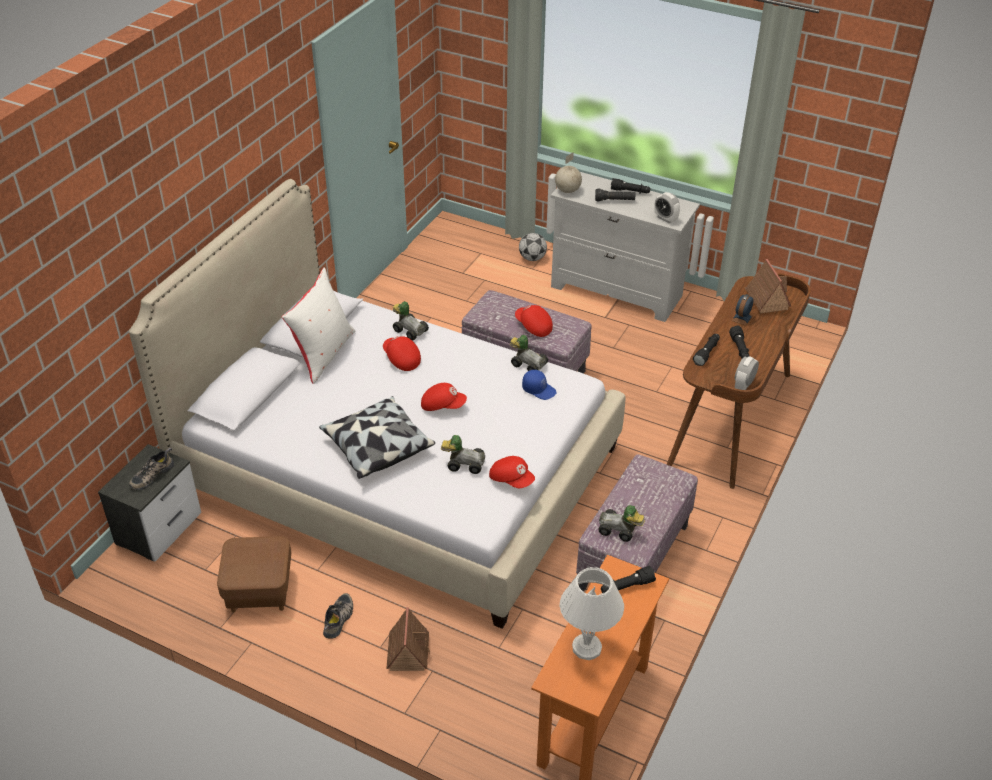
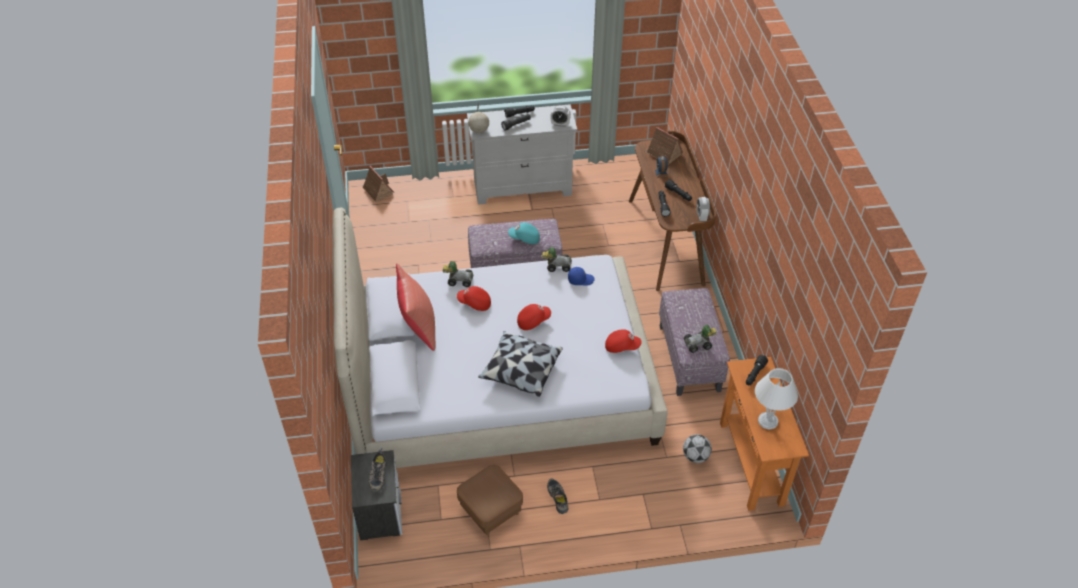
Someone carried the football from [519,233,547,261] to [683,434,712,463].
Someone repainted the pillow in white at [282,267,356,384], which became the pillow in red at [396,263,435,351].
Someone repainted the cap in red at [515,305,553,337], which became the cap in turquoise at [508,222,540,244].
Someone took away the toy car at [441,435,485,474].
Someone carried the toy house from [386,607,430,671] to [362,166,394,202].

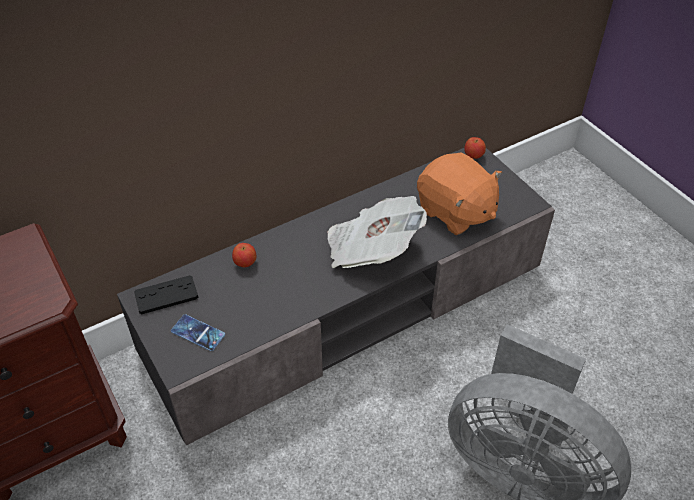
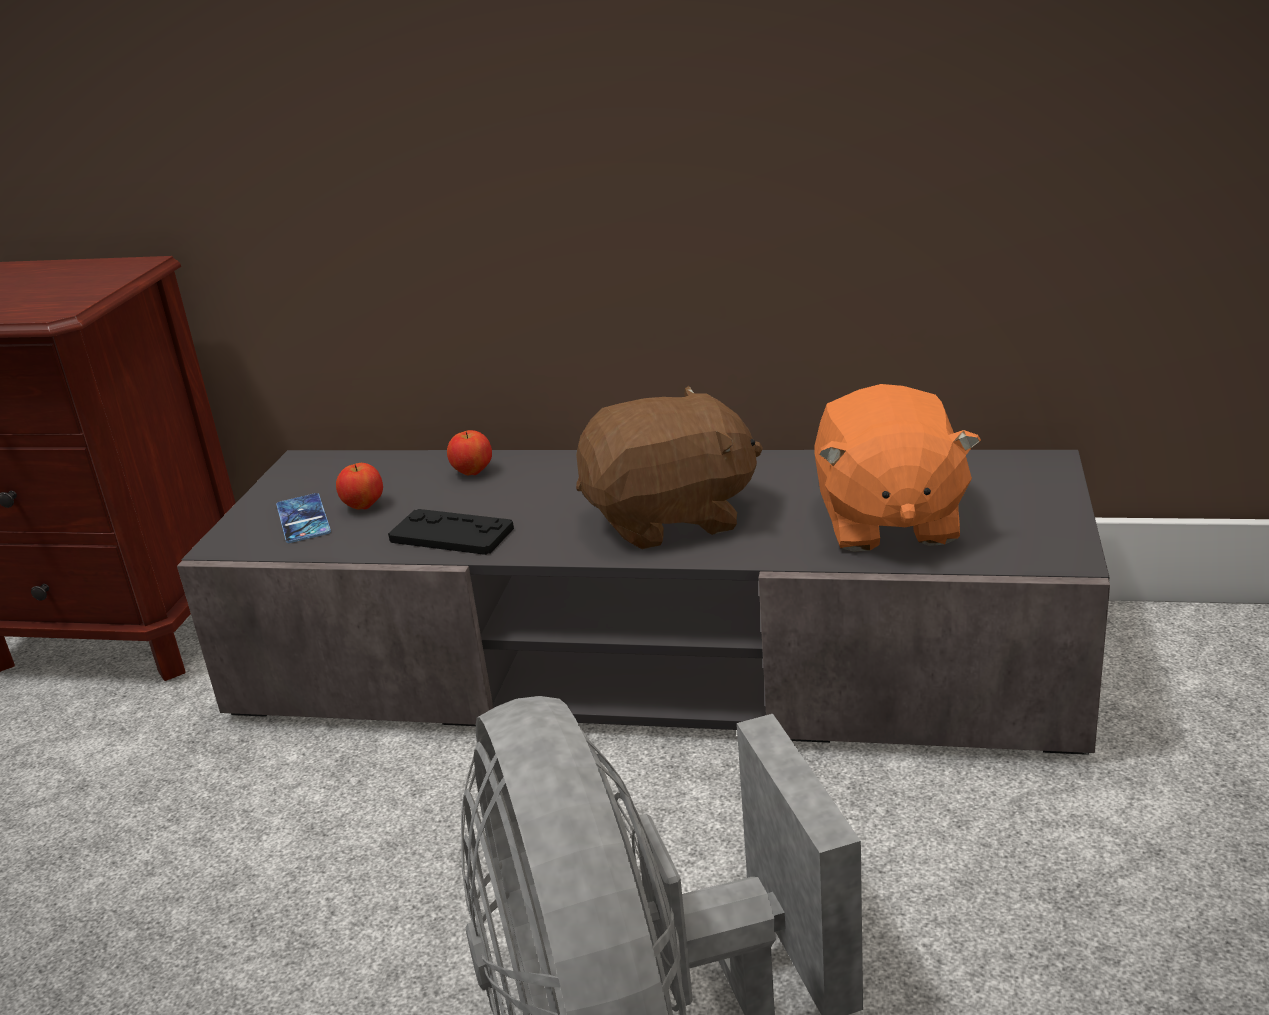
Someone carried the apple from [464,137,486,159] to [336,463,383,510].
Someone swapped the newspaper at [327,196,427,268] for the plush toy in brown at [576,386,763,549].
Someone carried the game controller in black from [134,275,199,315] to [388,509,514,555].

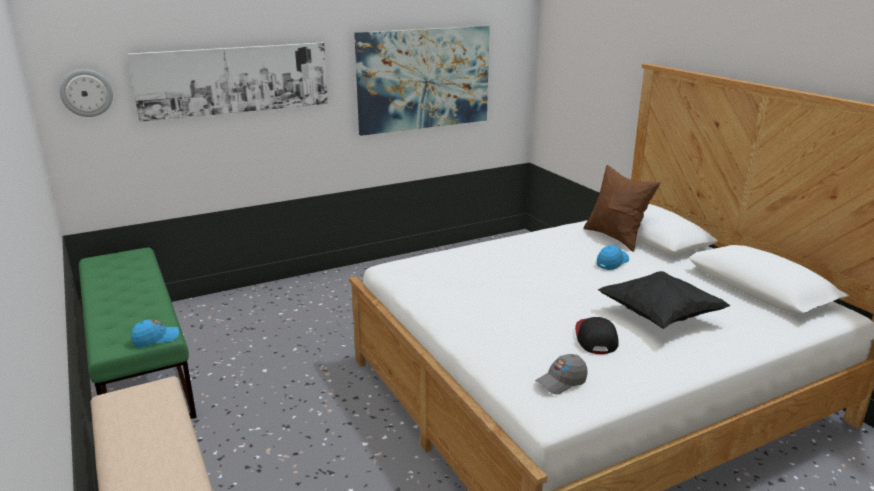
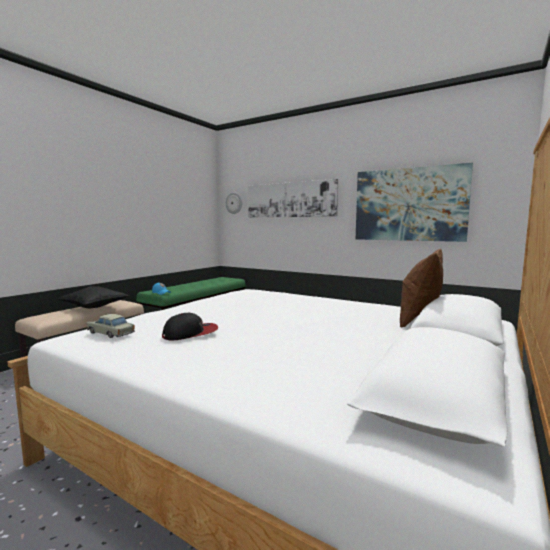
Someone took away the cap in blue at [597,245,629,270].
Someone carried the pillow in black from [598,271,731,329] to [58,286,129,309].
Someone swapped the cap in grey at [535,354,588,395] for the toy car in beige at [86,314,135,338].

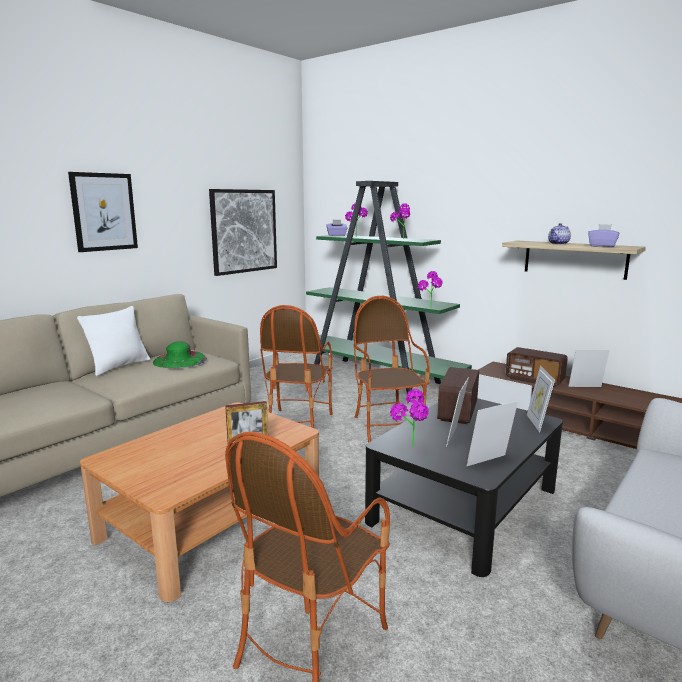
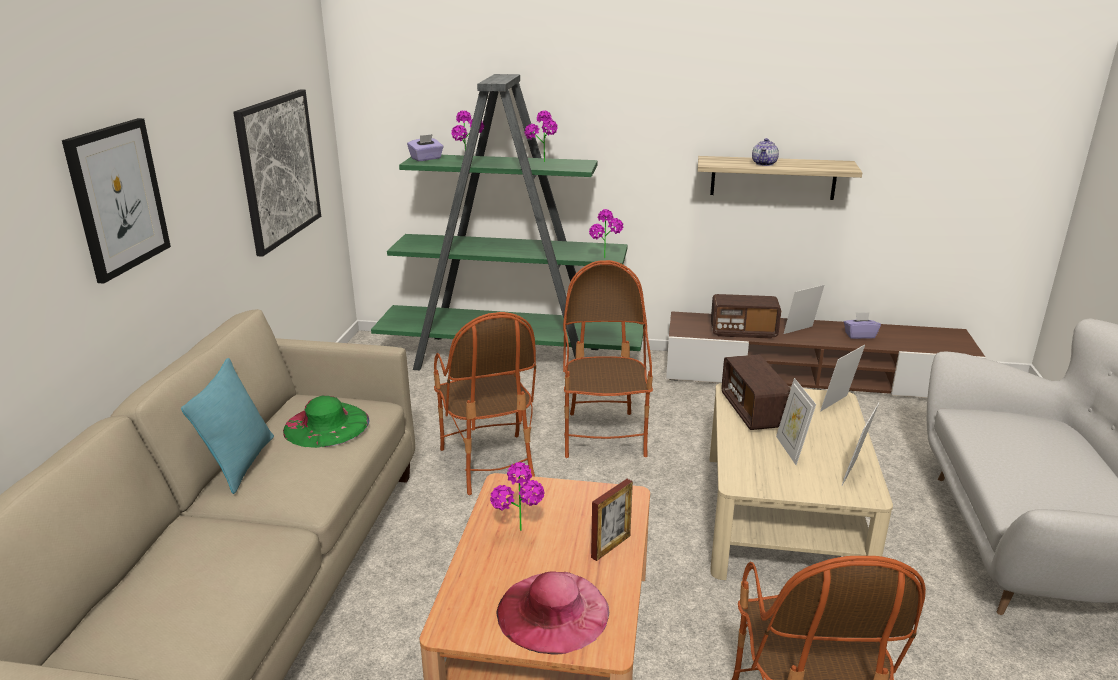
Someone carried the tissue box in purple from [588,224,619,247] to [844,312,881,339].
Someone rotated the armchair at [354,296,430,443] by 45 degrees clockwise.
Someone repainted the pillow in white at [77,306,150,376], which became the pillow in turquoise at [181,358,274,494].
Someone rotated the picture frame at [527,366,555,432] by 75 degrees clockwise.
Someone carried the potted plant from [390,389,429,446] to [490,462,544,531].
Someone repainted the coffee table in black at [365,398,563,577], which became the coffee table in beige at [710,383,893,580].
Someone put down the hat in pink at [497,571,609,654].

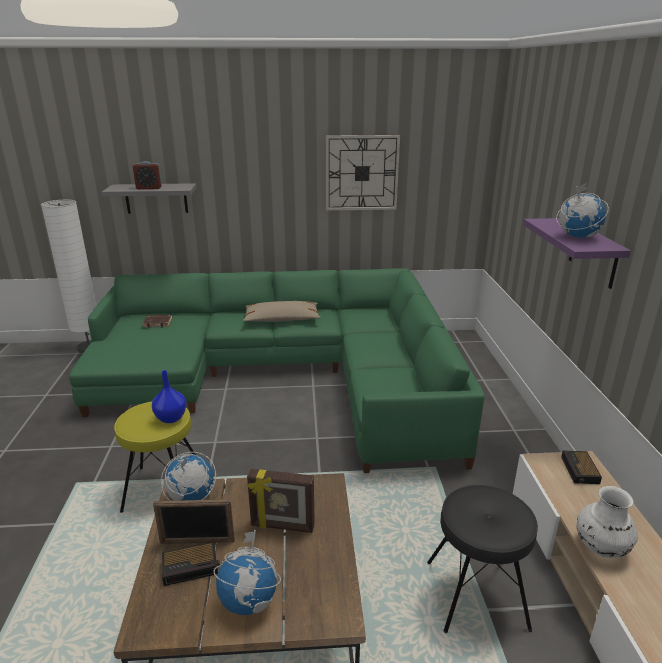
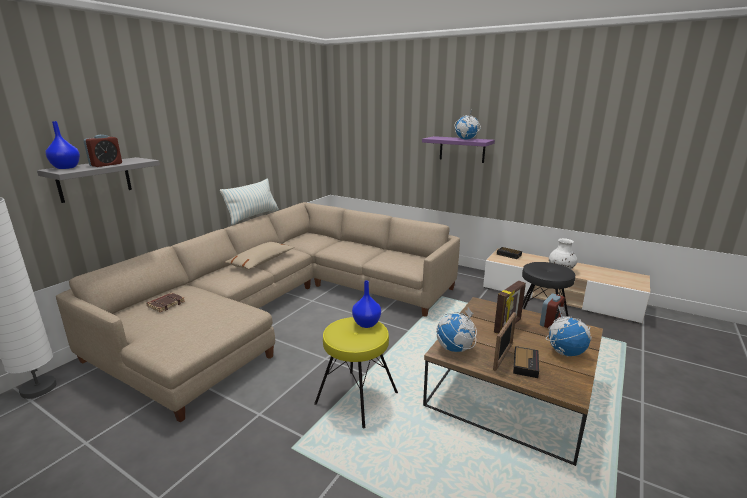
Someone took away the wall clock at [326,135,400,211].
Someone repainted the sofa in green at [69,268,485,473], which became the sofa in beige at [56,202,460,423].
Someone put down the vase in blue at [46,121,80,169].
Someone put down the pillow at [220,178,279,225].
Someone put down the alarm clock at [540,293,565,329].

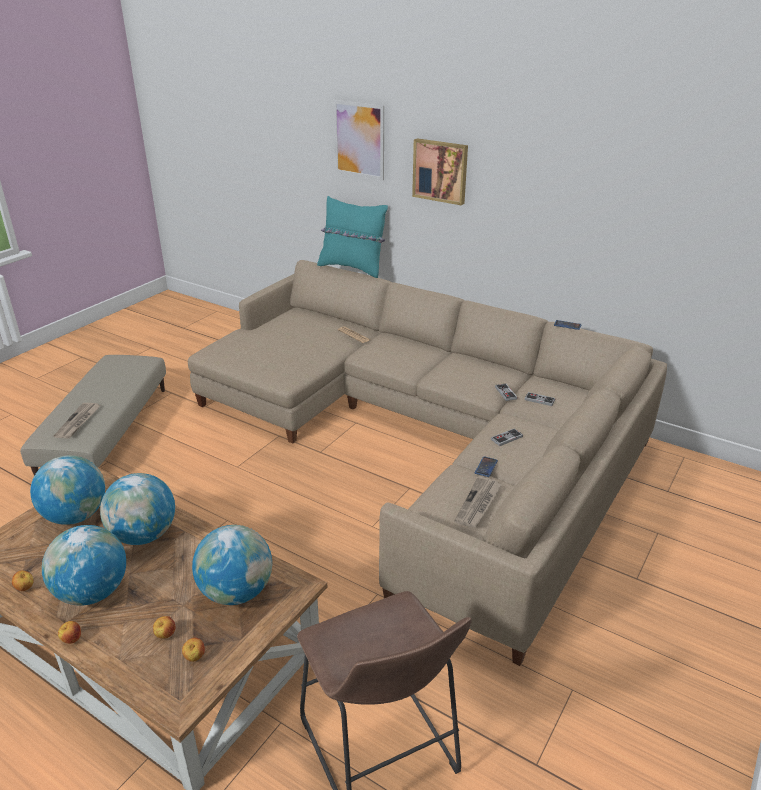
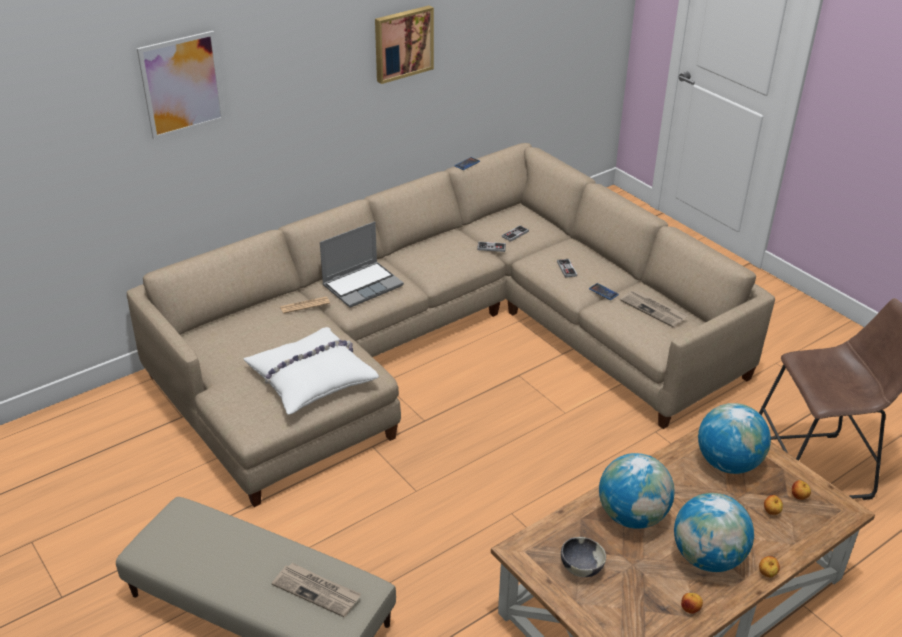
Someone carried the picture from [412,138,468,205] to [375,6,434,84].
Someone took away the pillow in turquoise at [317,196,388,278].
Someone swapped the globe at [30,455,105,525] for the bowl at [561,537,606,577].
Someone put down the laptop at [320,221,404,308].
Someone put down the pillow in white at [243,327,379,415].

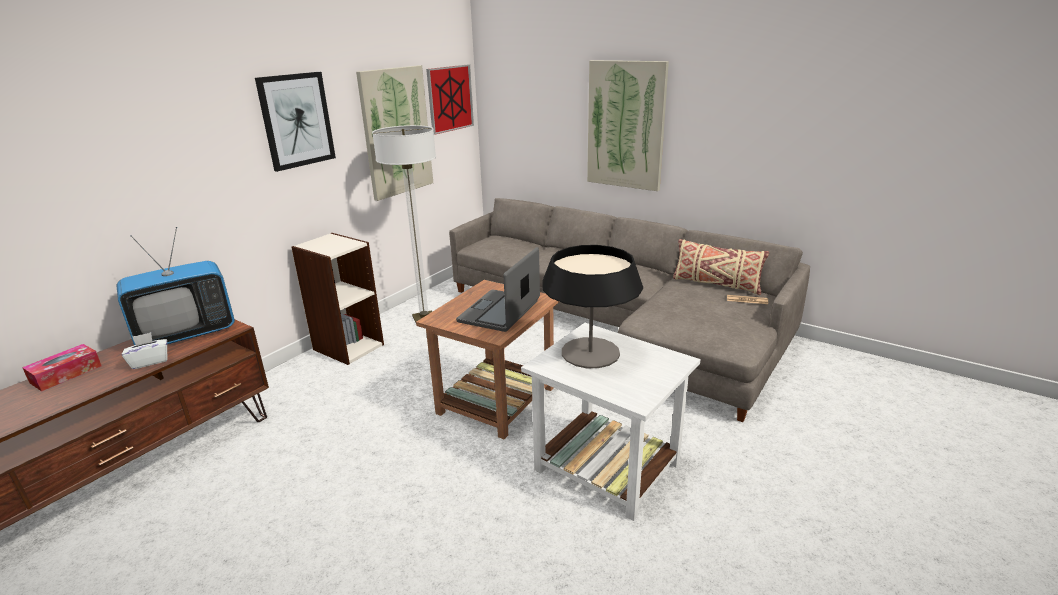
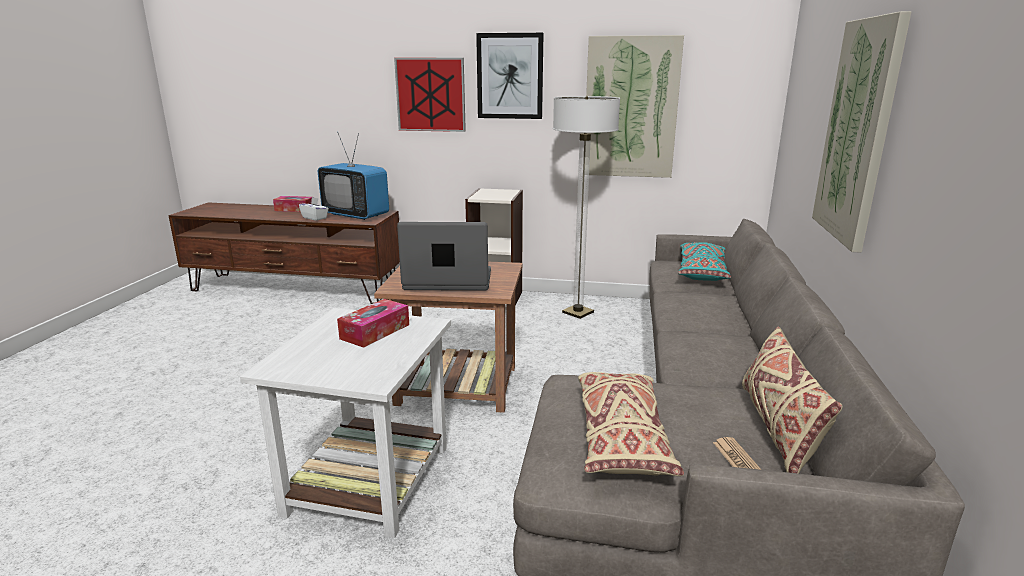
Someone carried the picture from [426,65,474,135] to [394,58,466,132].
Someone swapped the table lamp at [542,245,643,368] for the tissue box at [337,299,409,348].
Someone put down the pillow in turquoise at [678,242,731,281].
Someone put down the pillow in beige at [578,372,684,476].

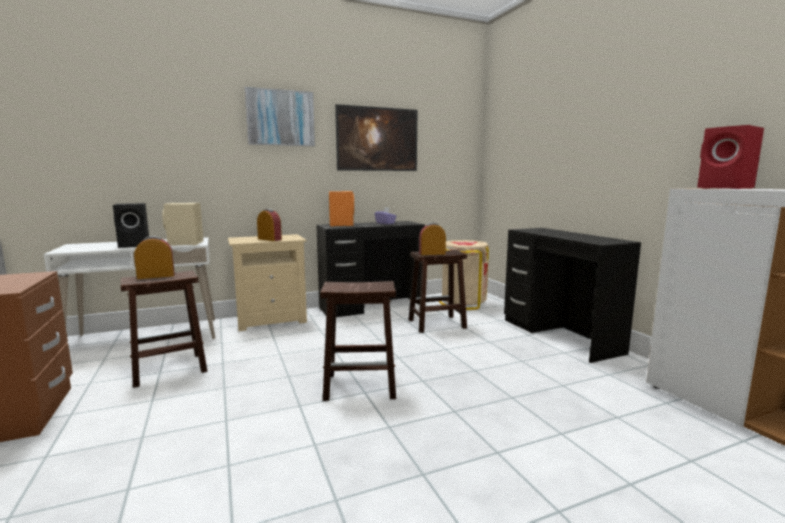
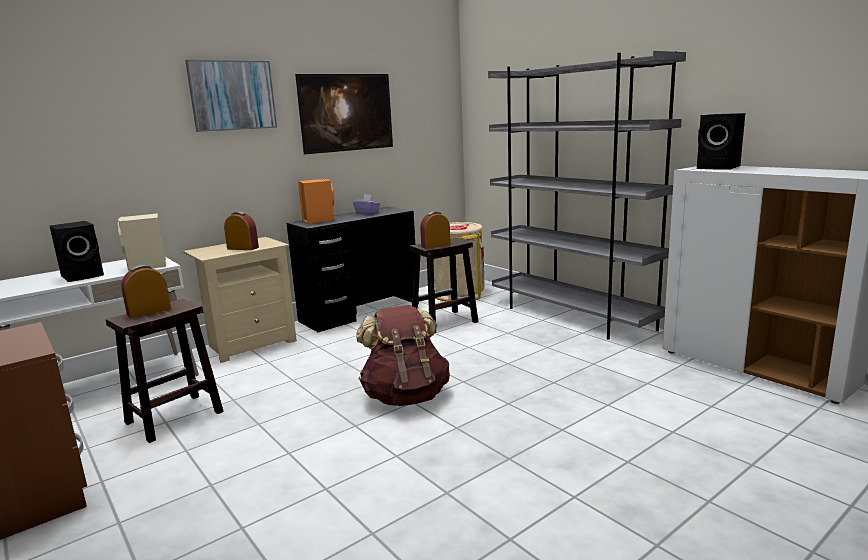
Someone repainted the speaker in red at [697,125,764,189], which became the speaker in black at [697,113,745,170].
Someone swapped the desk in black at [504,228,641,363] for the bookcase in grey at [488,51,686,339].
Someone swapped the stool in brown at [320,281,396,401] for the backpack in brown at [356,305,450,406].

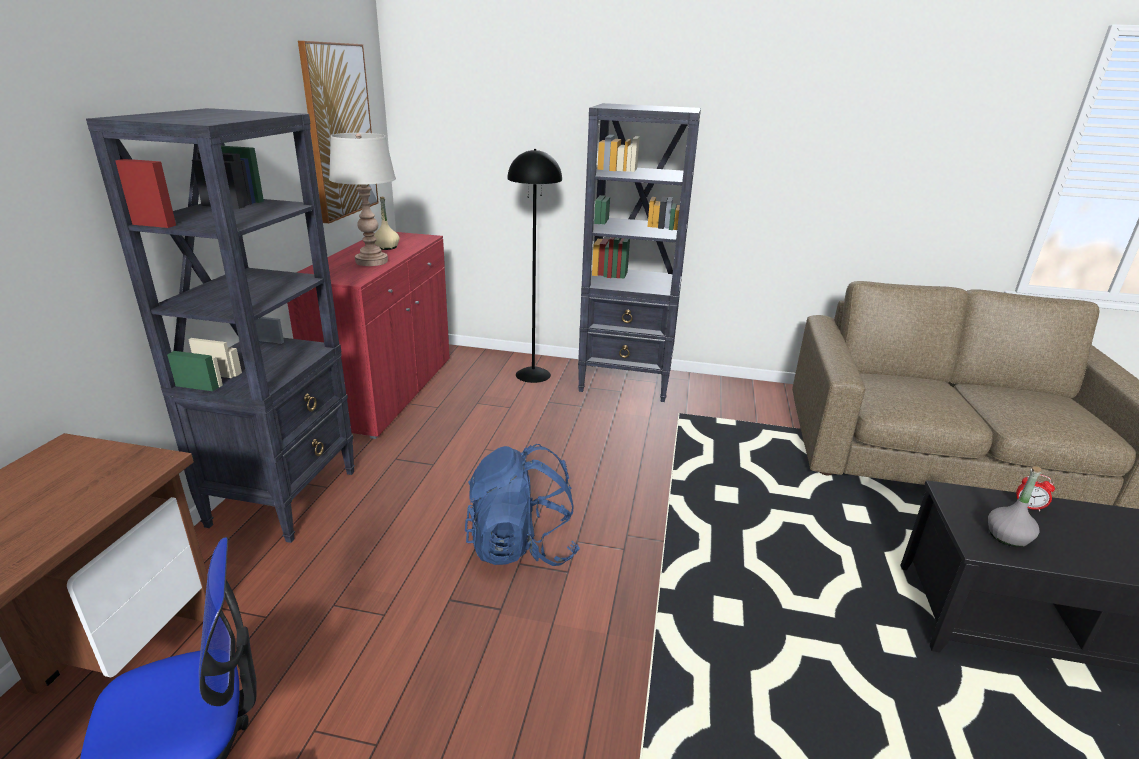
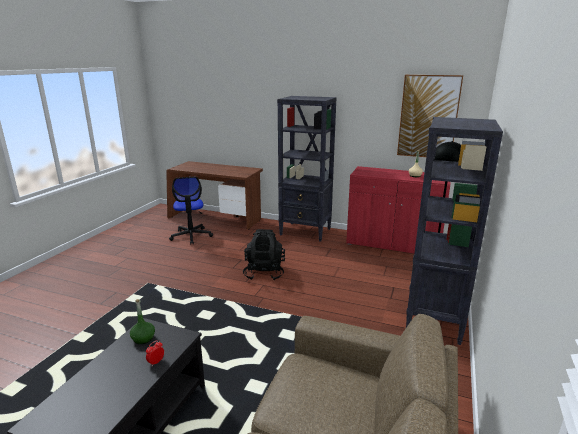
Someone took away the table lamp in grey at [329,133,396,266].
Someone repainted the backpack in blue at [465,444,580,566], which became the backpack in black at [243,229,285,281].
Someone repainted the bottle in grey at [988,467,1041,547], which became the bottle in green at [130,299,155,344].

